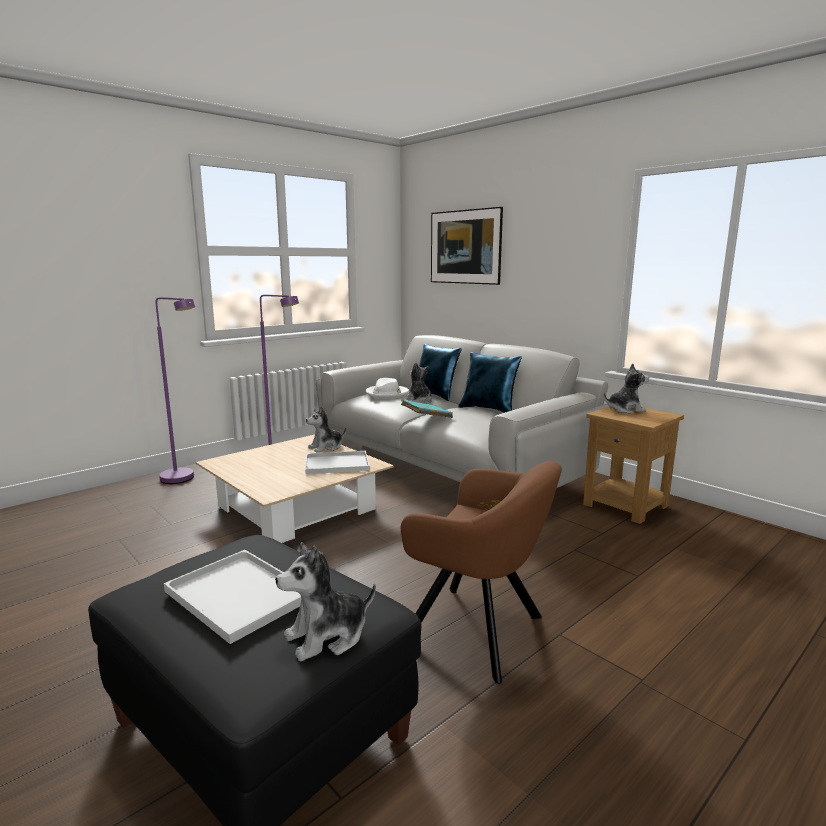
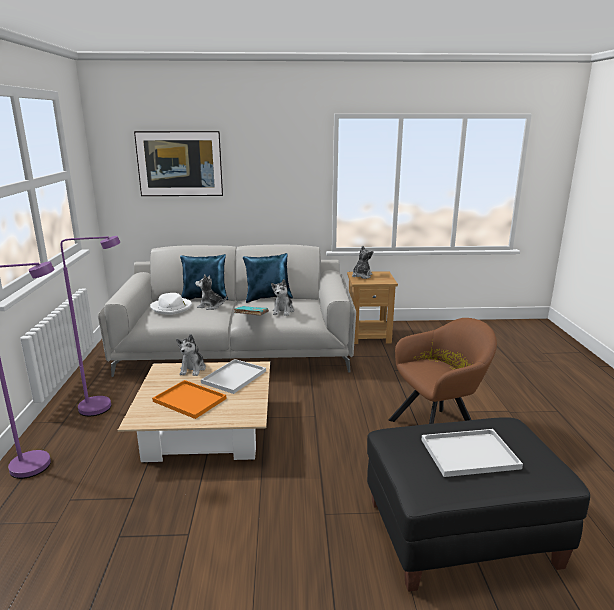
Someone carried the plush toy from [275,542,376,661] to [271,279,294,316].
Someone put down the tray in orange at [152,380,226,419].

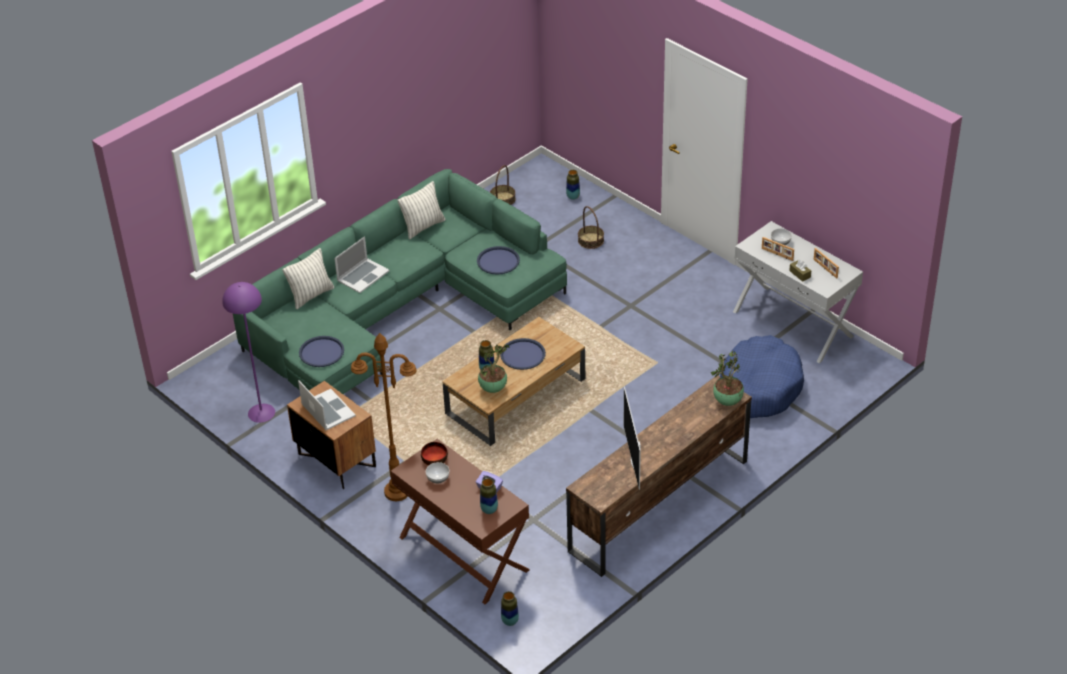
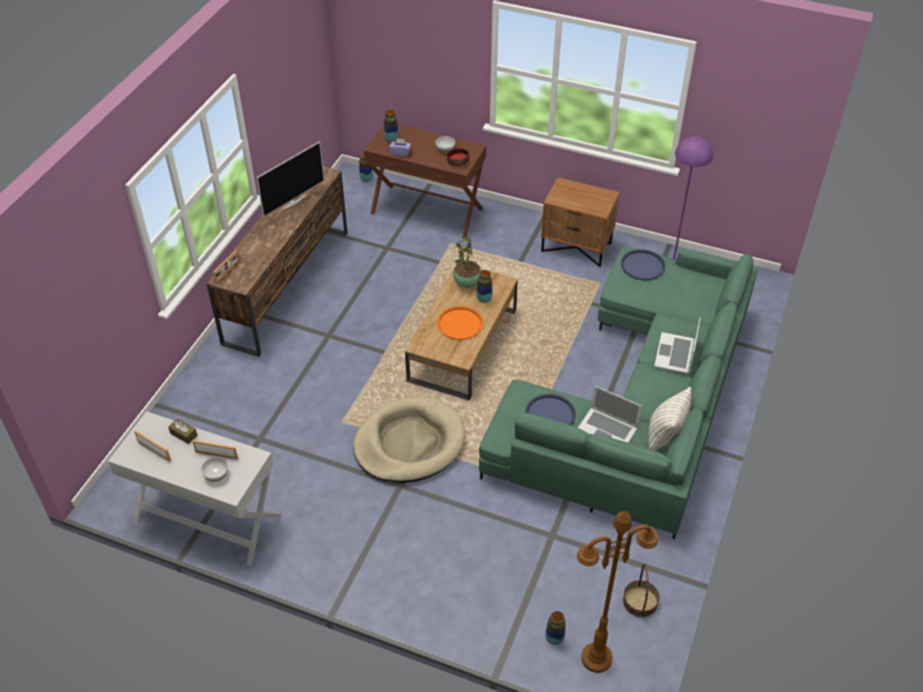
Someone took away the basket at [578,206,604,249].
Someone took away the pillow at [282,248,334,309].
Someone carried the floor lamp in brown from [351,333,417,501] to [577,511,658,673].
Someone took away the dog bed in blue at [720,335,804,418].
Someone repainted the tray in blue at [500,338,546,370], which became the tray in orange at [437,306,484,340].
Someone swapped the potted plant at [711,351,744,406] for the picture frame at [213,250,240,284].
Someone carried the laptop from [298,380,356,430] to [578,386,642,443].
Someone rotated the television at [624,387,641,490] by 75 degrees clockwise.
Someone put down the dog bed in beige at [353,397,465,483].

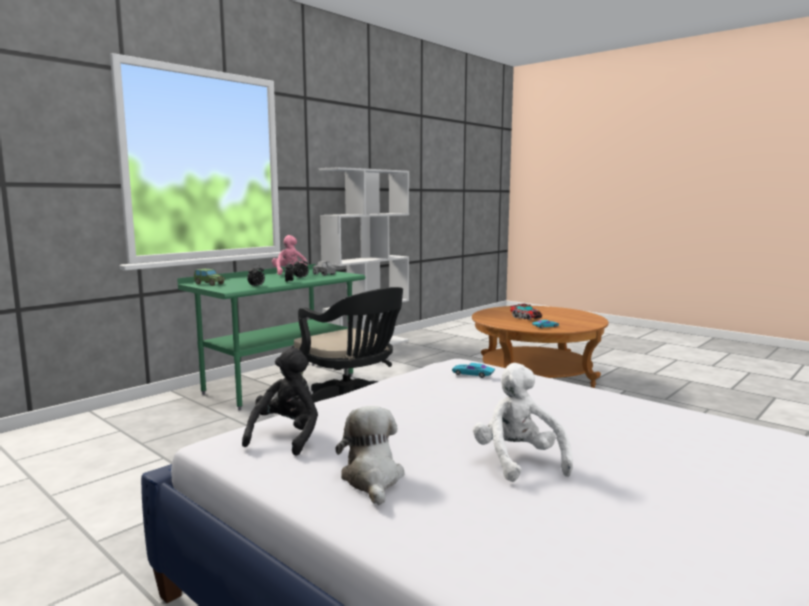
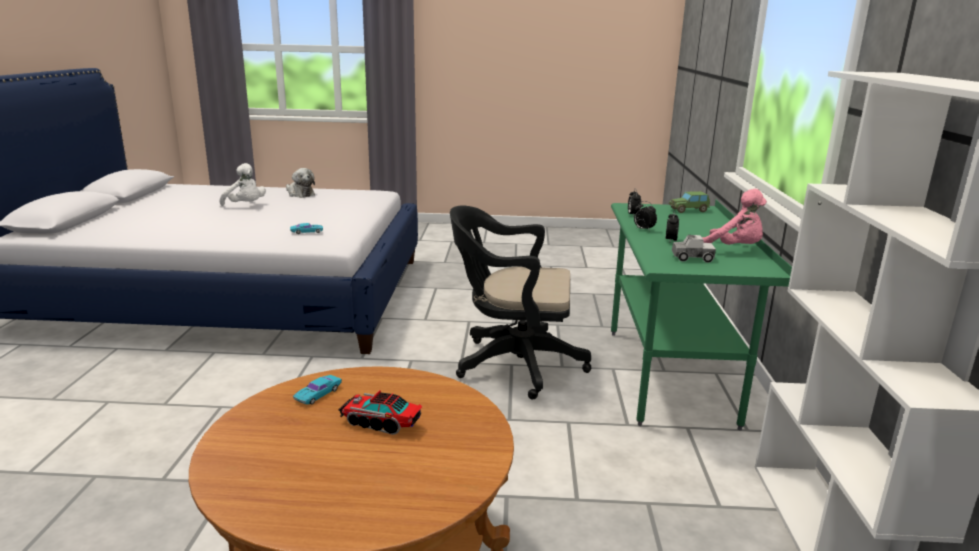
Someone took away the plush toy in black at [242,347,318,456].

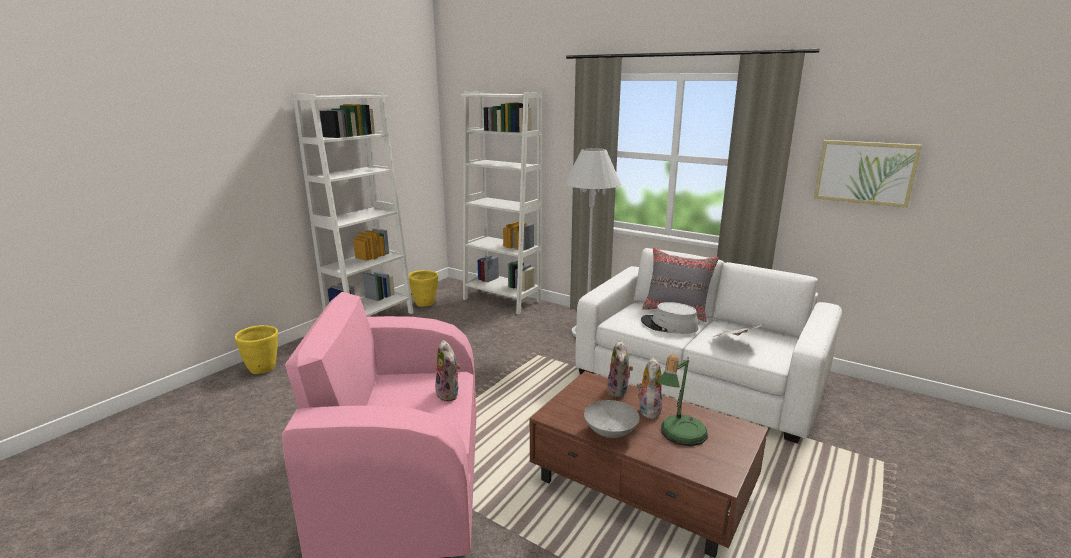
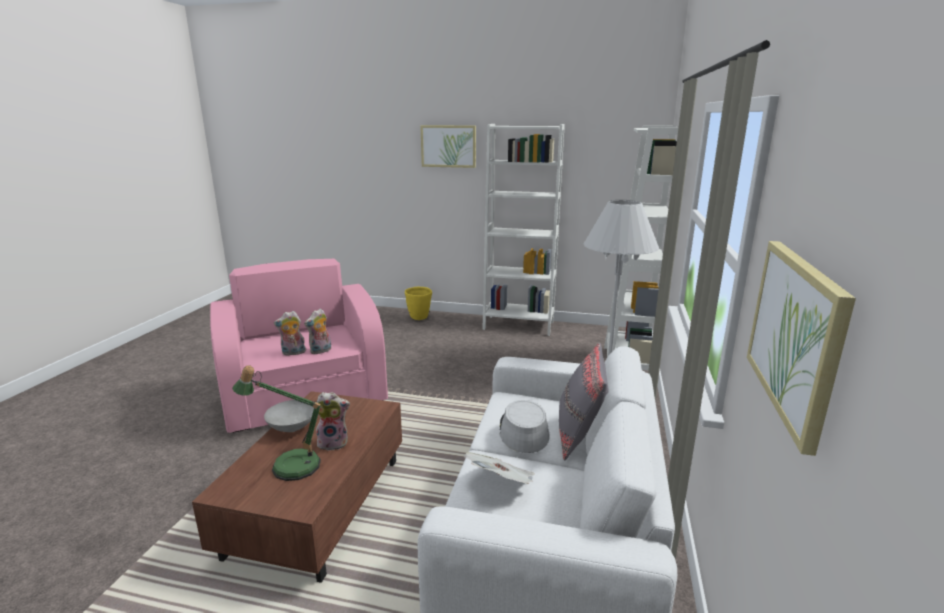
Someone took away the planter in yellow at [408,270,438,307].
Someone carried the plush toy from [607,340,633,398] to [274,311,306,356].
Someone put up the picture at [420,125,476,168].

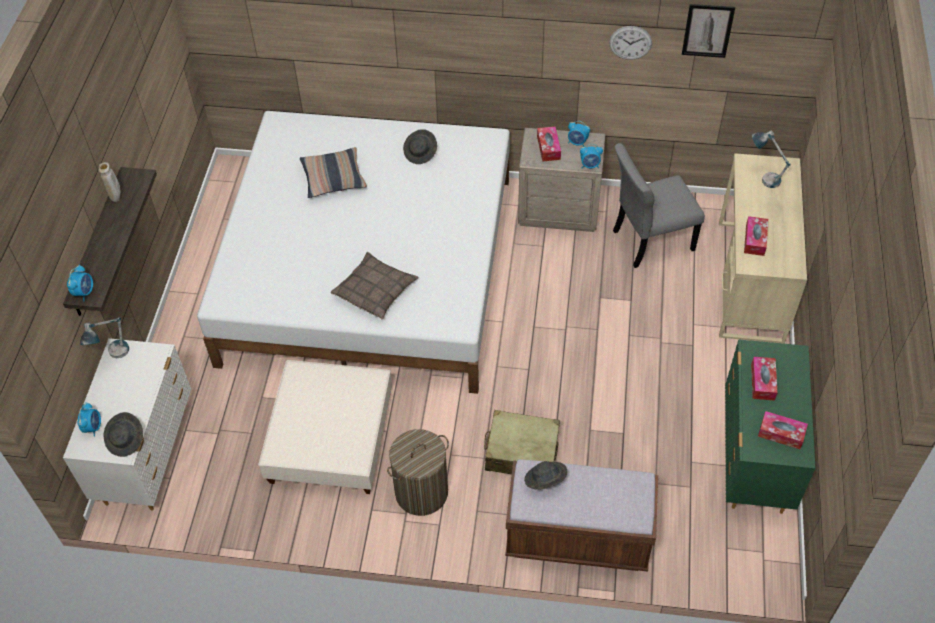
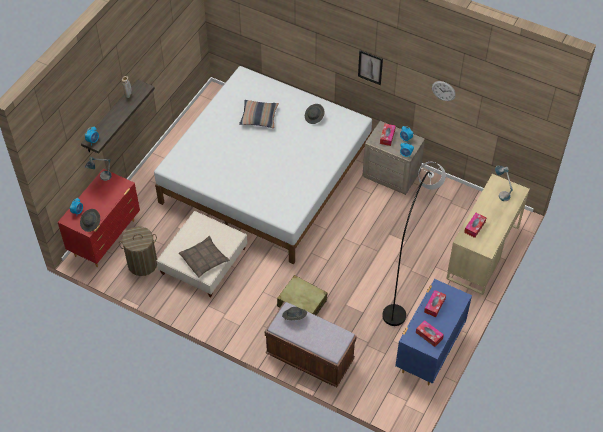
Someone carried the picture from [682,4,735,58] to [358,50,383,85].
Someone took away the chair in grey at [613,143,705,268].
Someone carried the pillow from [331,252,419,319] to [179,236,230,278].
Someone repainted the dresser in white at [63,338,191,511], which became the dresser in red at [58,169,140,267].
Someone repainted the dresser in green at [725,339,815,514], which became the dresser in blue at [395,279,472,385].
Someone carried the laundry basket from [387,429,449,516] to [119,226,157,276].
Someone put down the floor lamp in grey at [382,162,446,326].

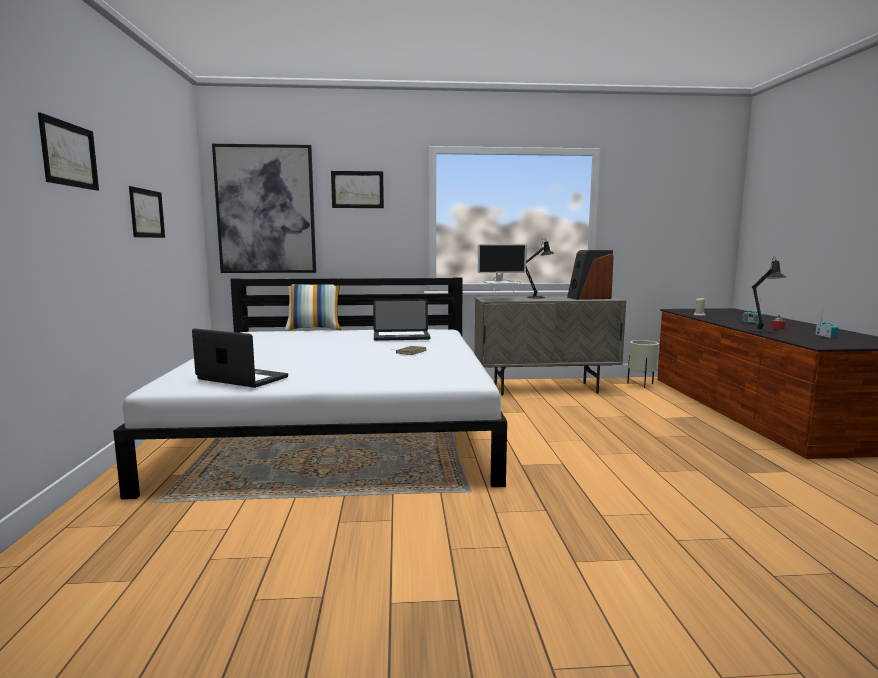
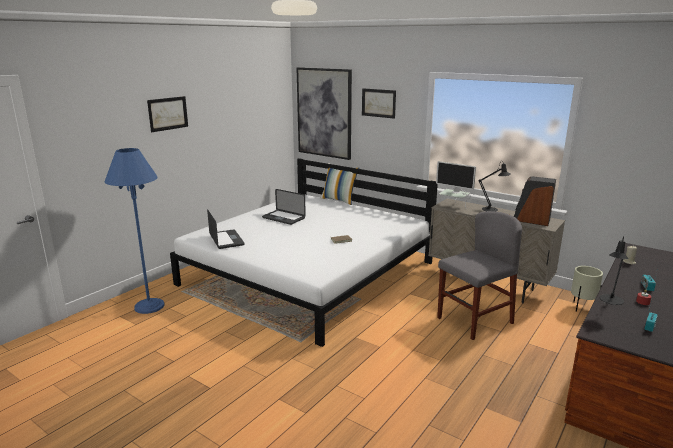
Someone took away the picture at [129,186,165,238].
Someone carried the laptop from [373,299,431,341] to [262,189,306,225].
Someone put down the floor lamp in blue at [104,148,165,314].
Someone put down the chair in grey at [437,211,522,340].

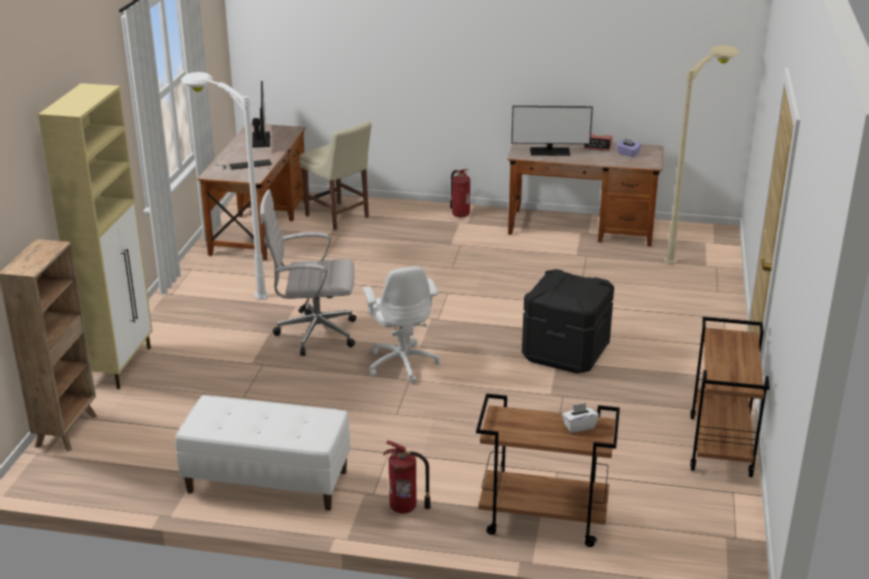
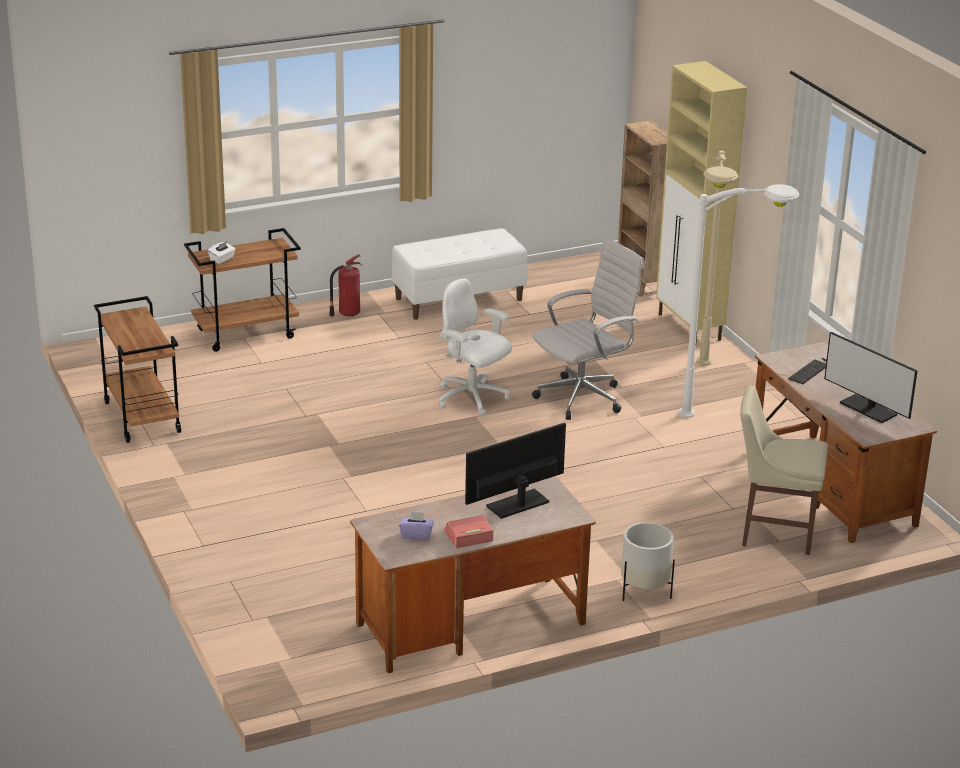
Someone carried the floor lamp in beige from [664,45,739,265] to [696,150,738,366].
Someone swapped the fire extinguisher at [450,169,470,217] for the planter in white at [621,522,675,601].
Someone took away the storage box in black at [522,269,614,374].

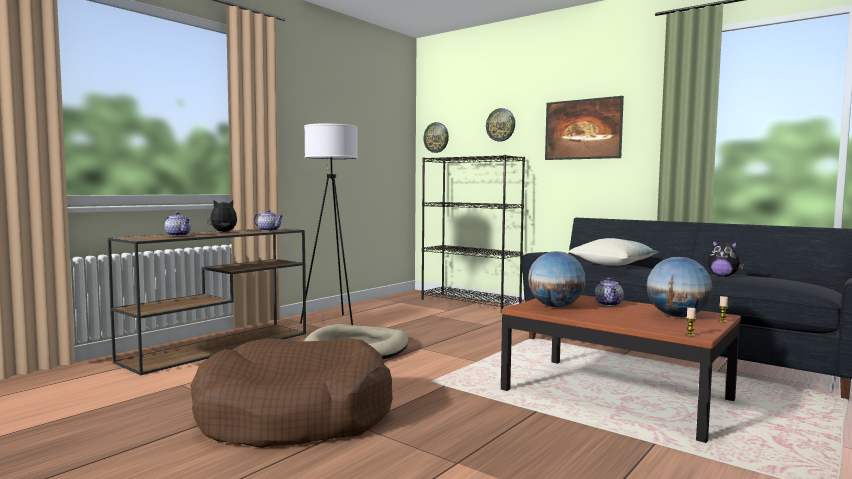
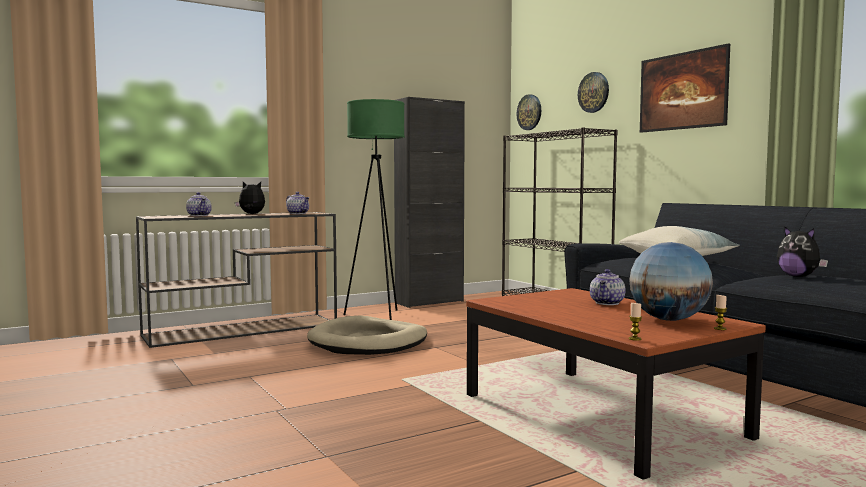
Someone repainted the floor lamp in white at [300,124,358,325], which became the floor lamp in green at [344,99,405,320].
Someone took away the globe at [528,251,586,307].
Someone took away the dog bed in brown at [190,338,393,448].
Someone put down the cabinet in black at [394,97,465,308].

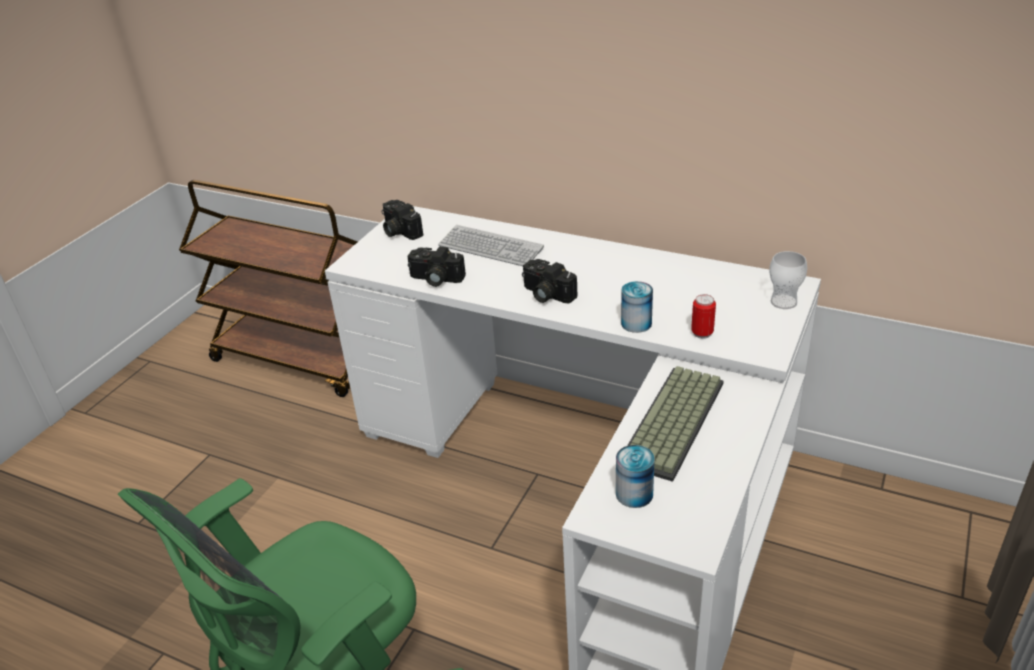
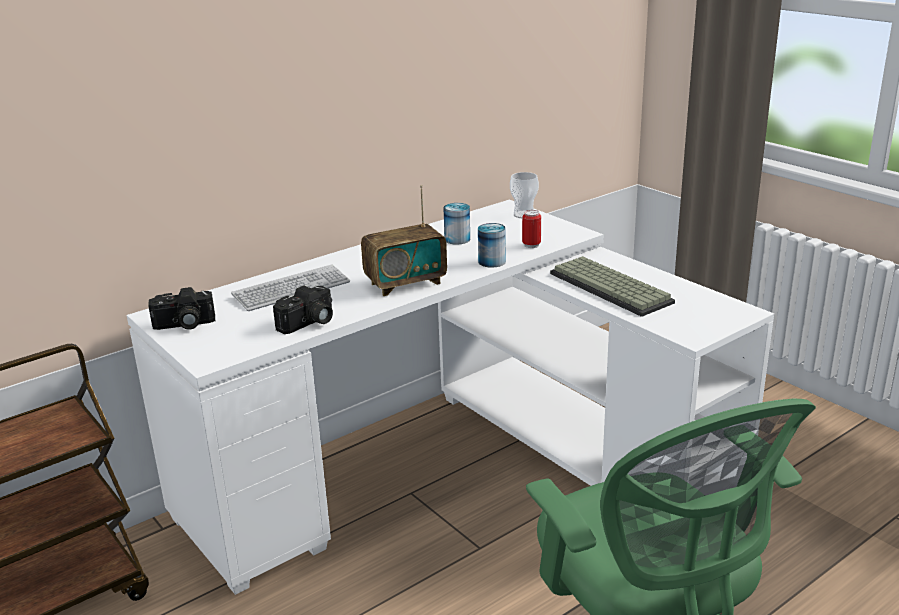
Someone swapped the photo camera at [522,259,578,304] for the radio at [361,185,447,296].
Someone carried the can from [616,445,655,508] to [443,203,470,245].

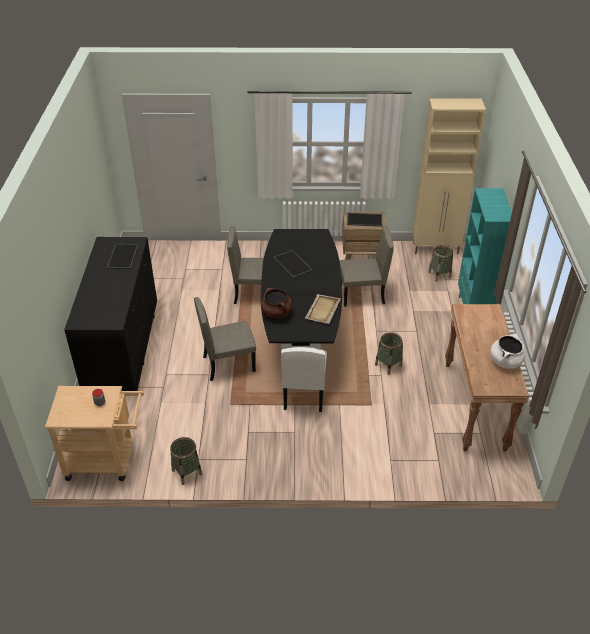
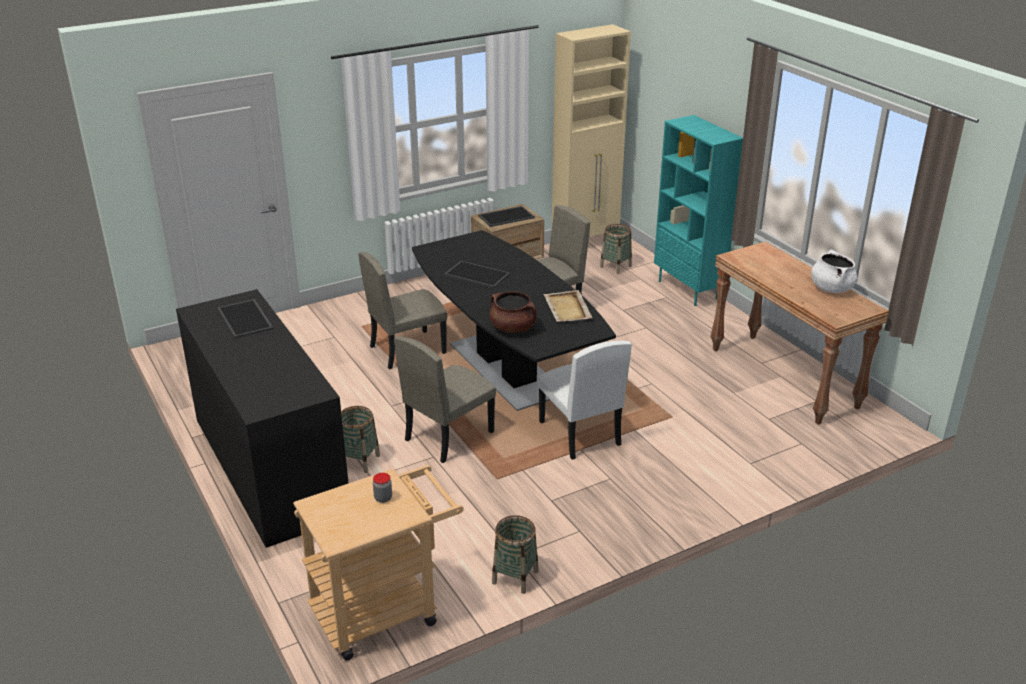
Someone carried the basket from [375,332,403,375] to [341,406,380,473].

